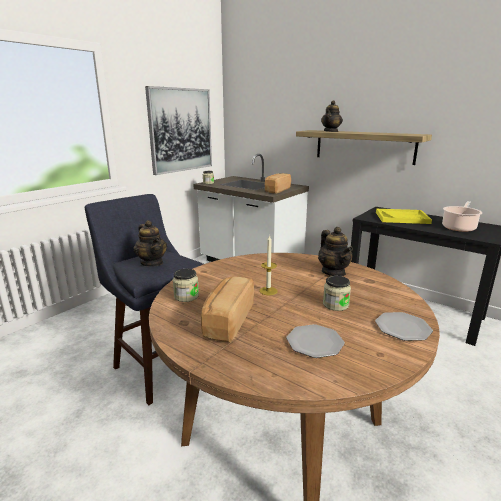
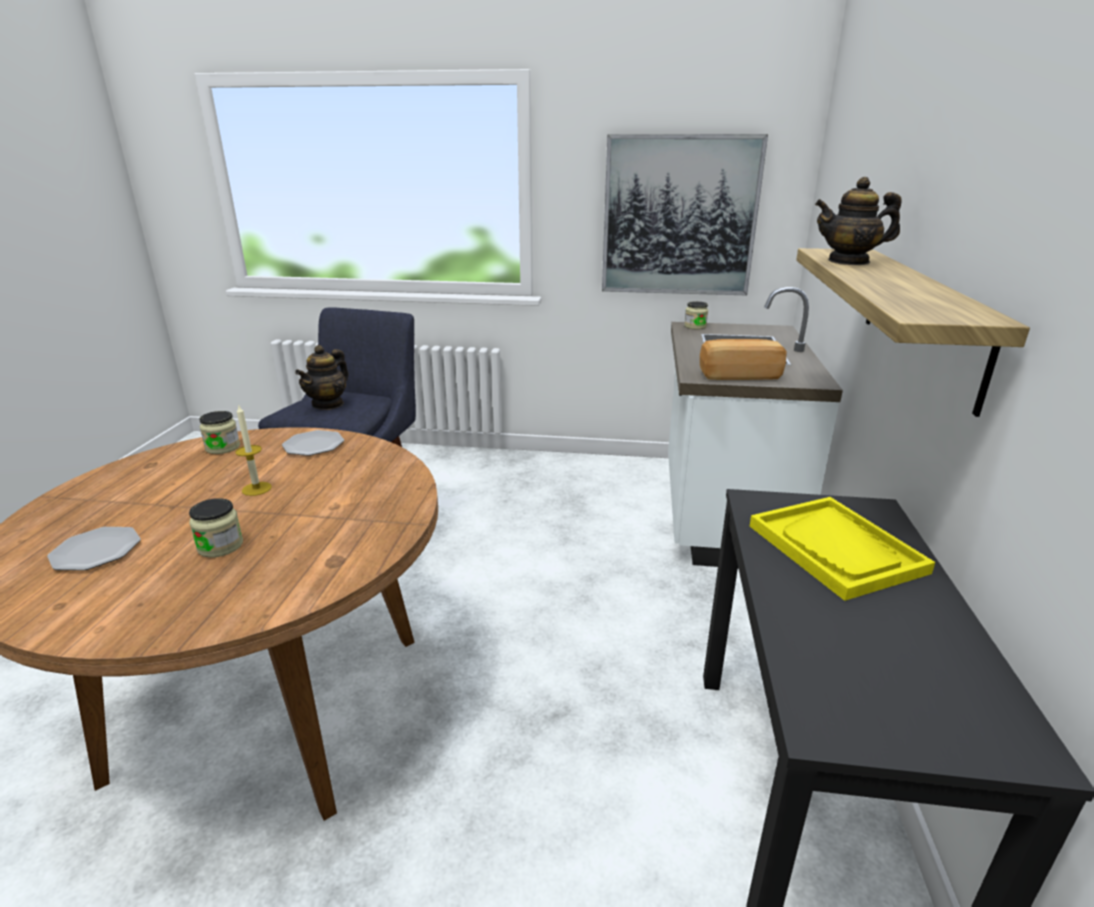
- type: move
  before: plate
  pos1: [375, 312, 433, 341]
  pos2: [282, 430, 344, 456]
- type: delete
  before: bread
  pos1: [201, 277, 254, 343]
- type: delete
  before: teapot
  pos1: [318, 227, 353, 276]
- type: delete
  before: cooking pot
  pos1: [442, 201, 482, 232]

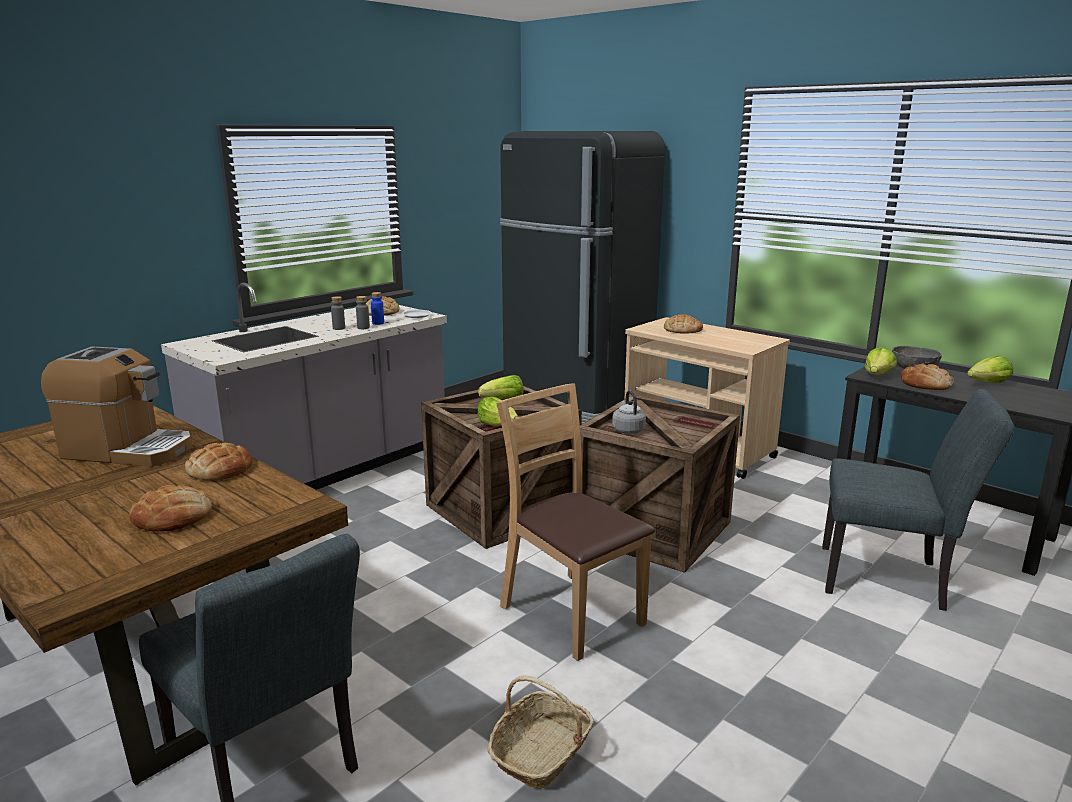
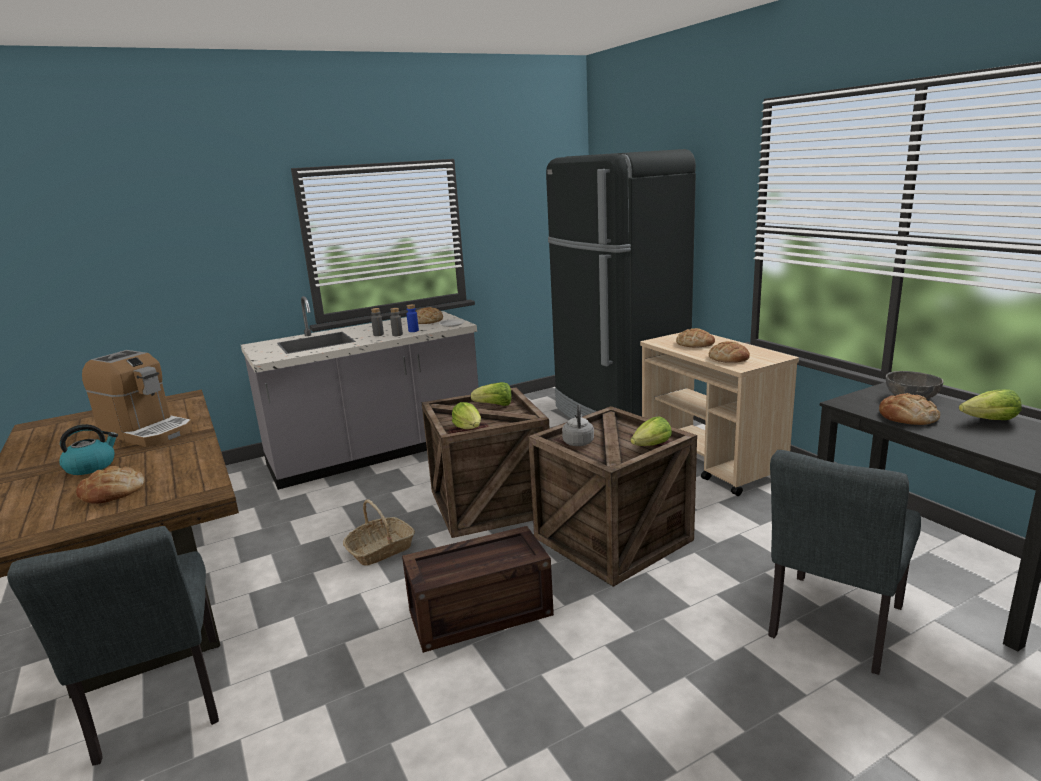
- type: insert
  after: kettle
  pos2: [59, 424, 118, 475]
- type: move
  before: basket
  pos1: [488, 676, 594, 789]
  pos2: [343, 499, 415, 566]
- type: replace
  before: brown chair
  after: crate
  pos1: [496, 383, 655, 661]
  pos2: [402, 526, 554, 653]
- type: move
  before: lettuce
  pos1: [865, 347, 897, 375]
  pos2: [630, 416, 672, 446]
- type: move
  before: bread
  pos1: [185, 443, 252, 480]
  pos2: [709, 341, 750, 363]
- type: rotate
  before: grey chair
  pos1: [822, 389, 1015, 611]
  pos2: [768, 450, 921, 675]
  turn: 90

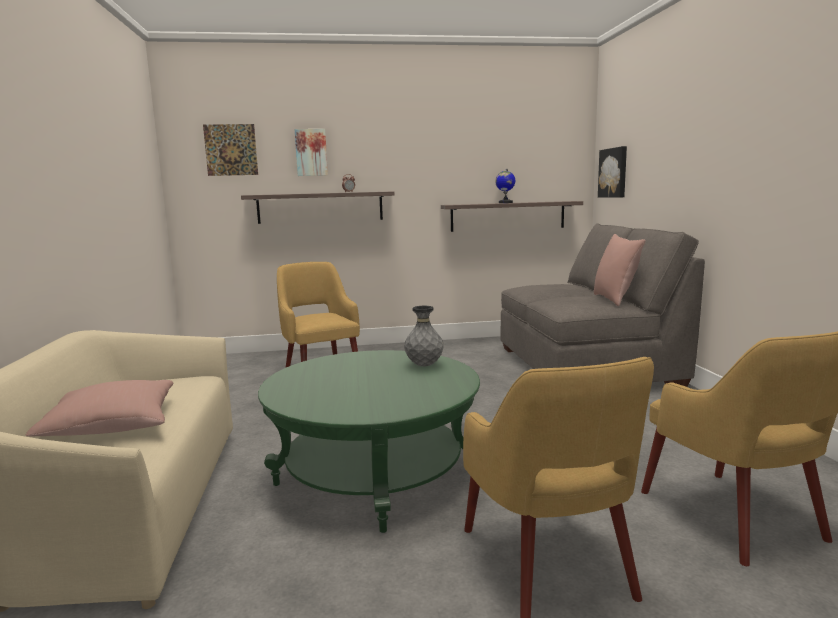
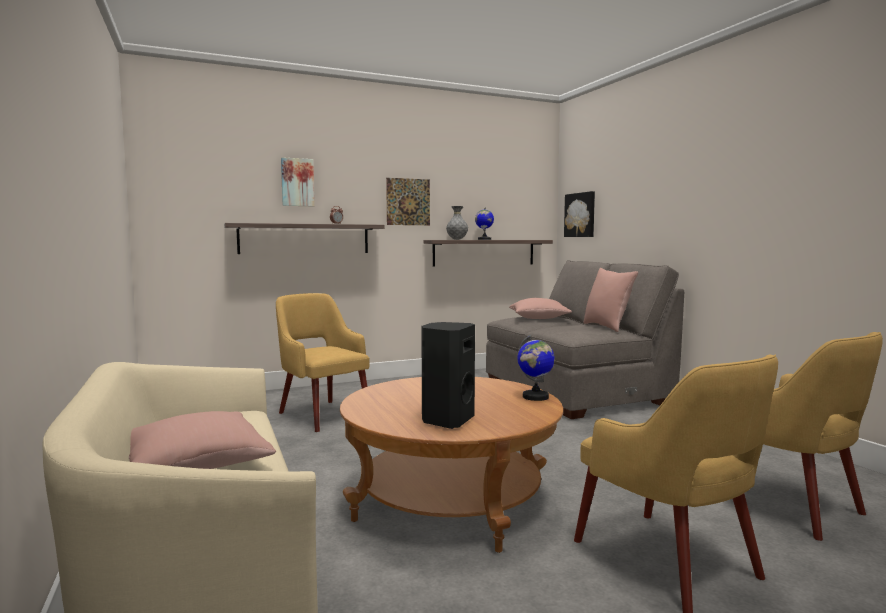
- type: recolor
  before: green coffee table
  after: brown coffee table
  pos1: [258, 350, 480, 533]
  pos2: [340, 377, 563, 553]
- type: move
  before: picture
  pos1: [203, 124, 258, 176]
  pos2: [386, 178, 430, 225]
- type: insert
  after: black speaker
  pos2: [421, 322, 475, 429]
- type: move
  before: grey vase
  pos1: [404, 306, 444, 366]
  pos2: [446, 206, 468, 240]
- type: insert
  after: pink pillow
  pos2: [509, 298, 572, 319]
- type: insert
  after: globe
  pos2: [517, 334, 555, 401]

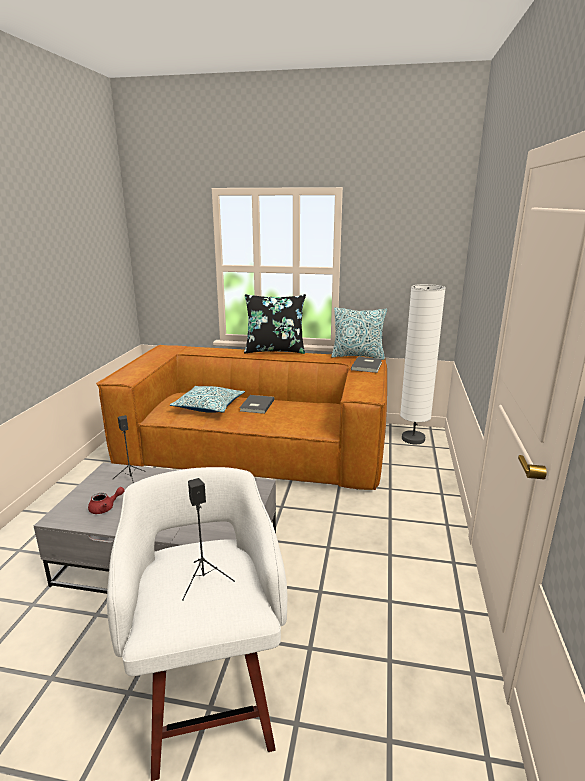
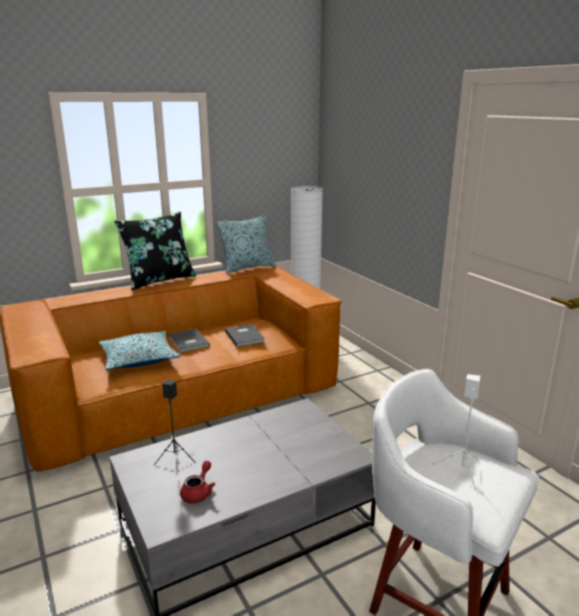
- type: move
  before: grey book
  pos1: [351, 357, 382, 373]
  pos2: [225, 324, 265, 347]
- type: recolor
  before: black speaker
  after: white speaker
  pos1: [182, 478, 235, 601]
  pos2: [432, 374, 480, 490]

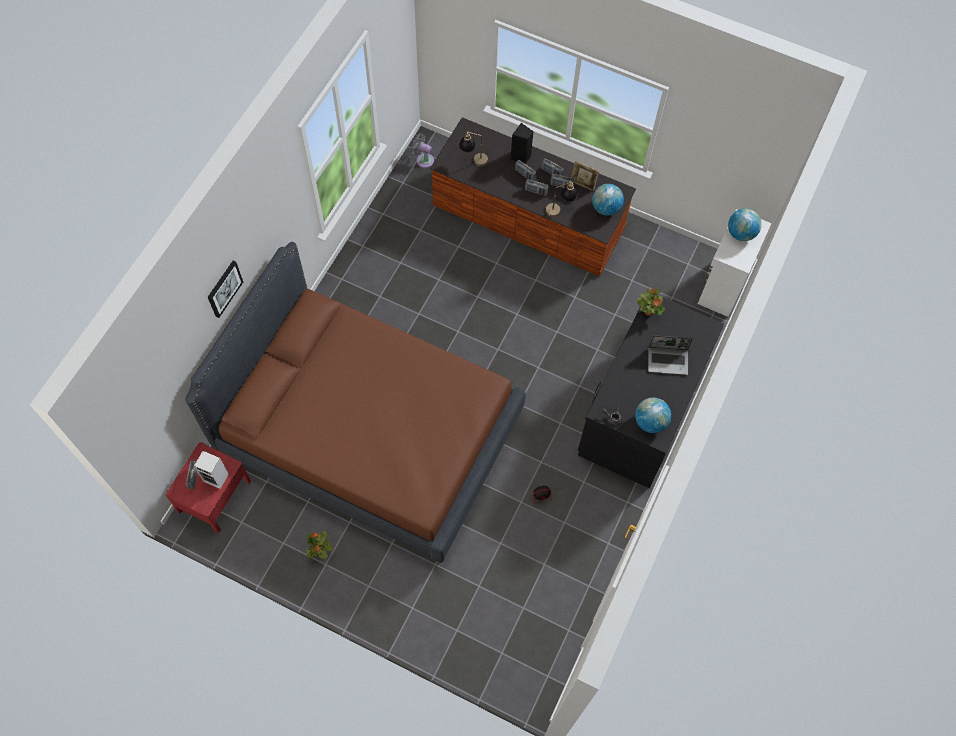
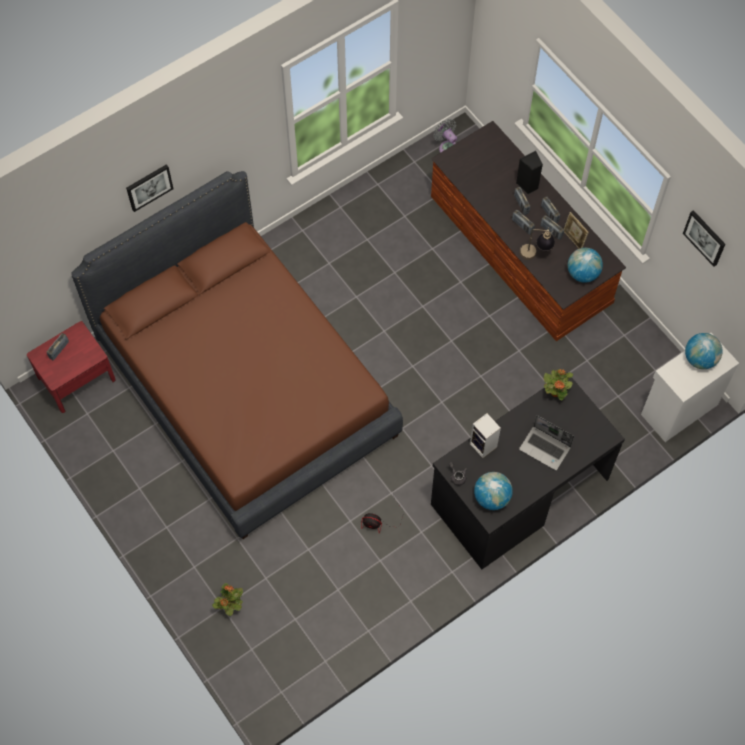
- type: move
  before: potted plant
  pos1: [305, 531, 333, 559]
  pos2: [212, 583, 243, 616]
- type: move
  before: speaker
  pos1: [194, 451, 229, 489]
  pos2: [470, 413, 501, 458]
- type: insert
  after: picture
  pos2: [683, 210, 725, 267]
- type: delete
  before: table lamp
  pos1: [459, 131, 489, 167]

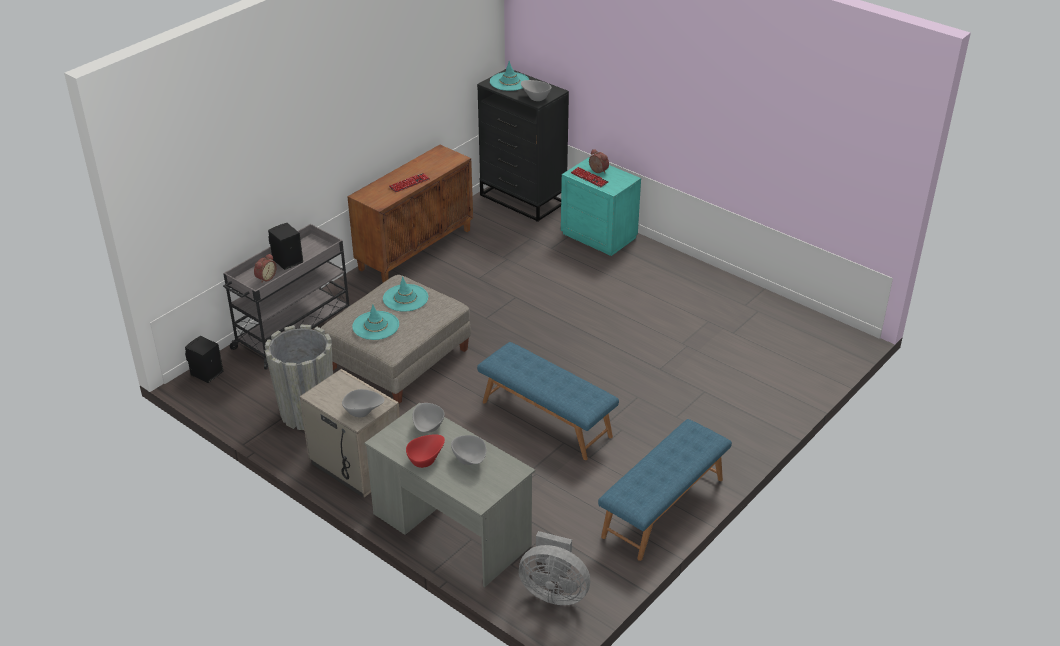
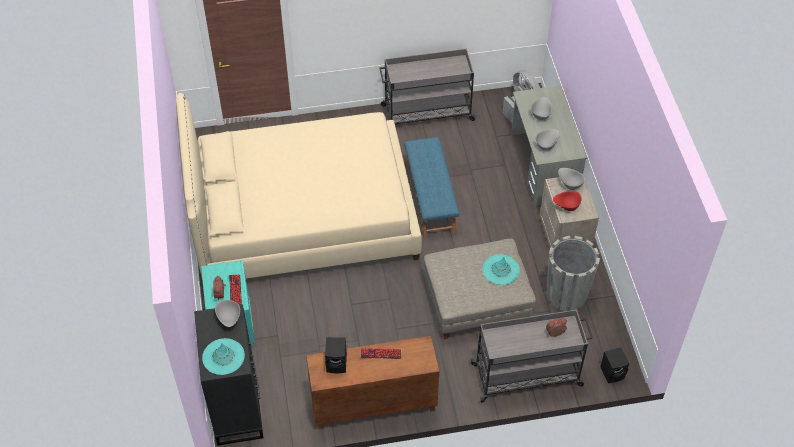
- type: insert
  after: beige bed
  pos2: [176, 93, 422, 279]
- type: move
  before: black speaker
  pos1: [268, 223, 303, 270]
  pos2: [325, 337, 347, 373]
- type: replace
  before: blue bench
  after: grey cart
  pos1: [598, 419, 732, 561]
  pos2: [379, 49, 477, 124]
- type: move
  before: red bowl
  pos1: [406, 435, 445, 468]
  pos2: [553, 191, 582, 211]
- type: delete
  before: turquoise hat
  pos1: [383, 276, 428, 312]

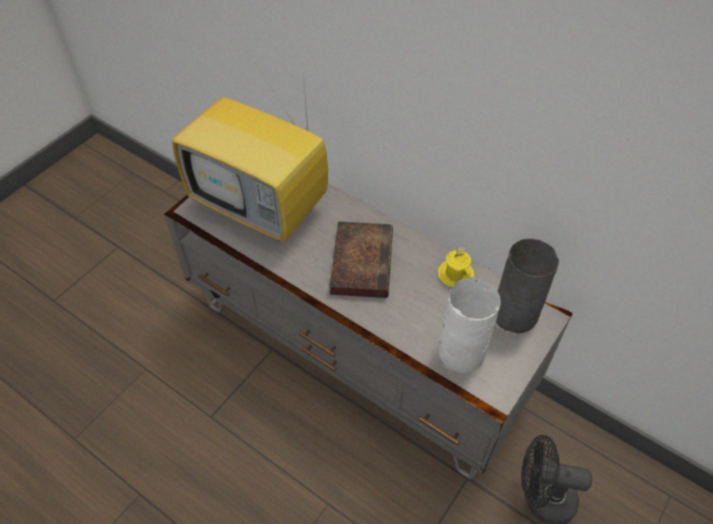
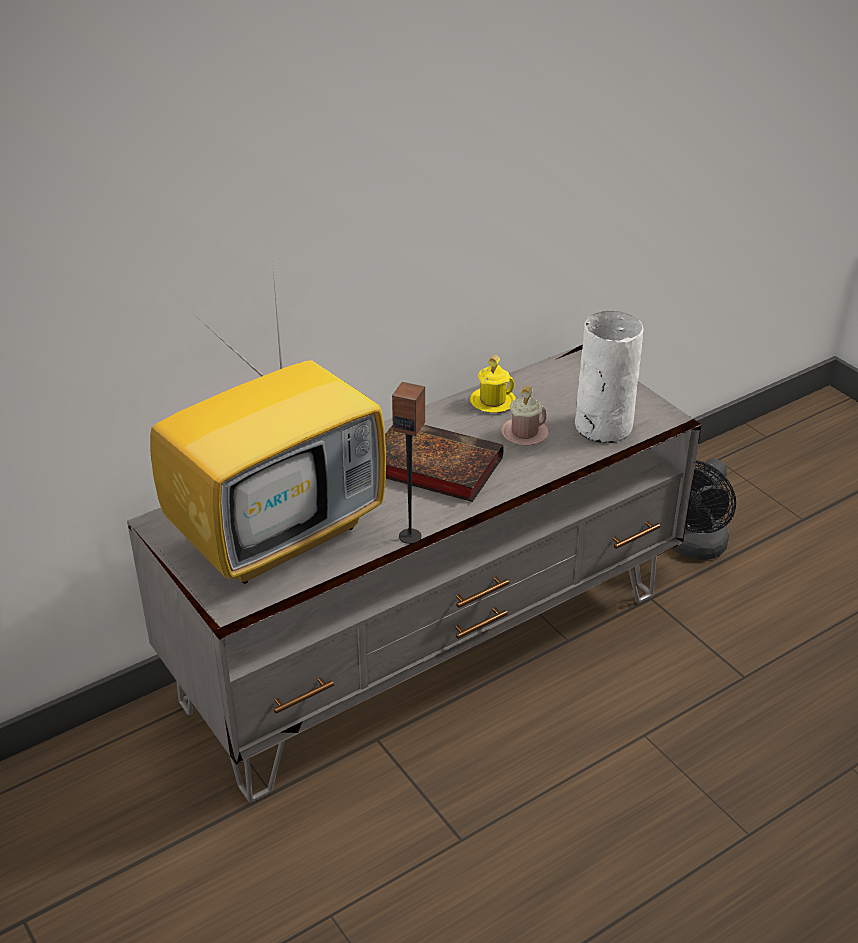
- type: insert
  after: speaker
  pos2: [392, 382, 425, 544]
- type: insert
  after: pink mug
  pos2: [501, 385, 549, 445]
- type: delete
  before: grey vase
  pos1: [496, 239, 559, 334]

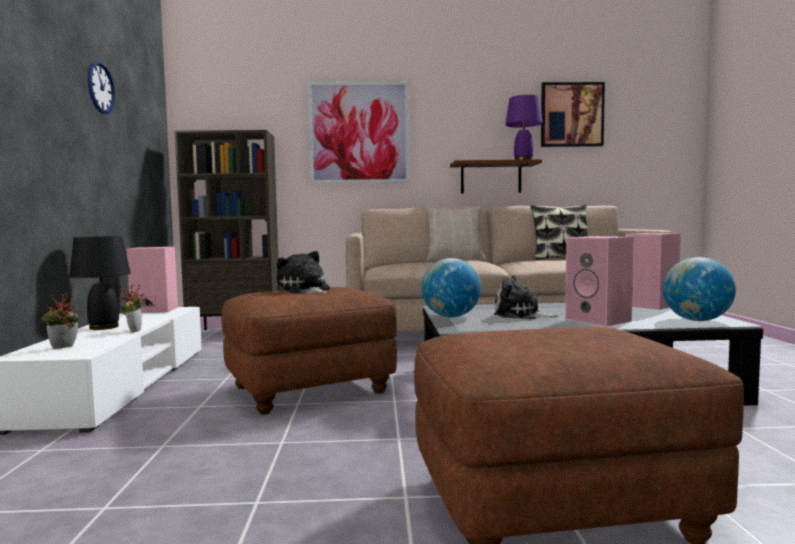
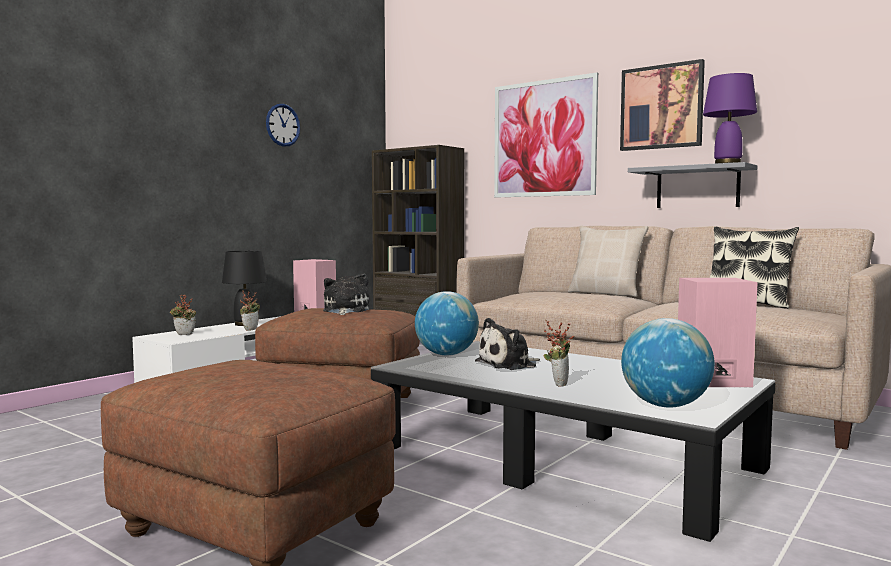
- type: rotate
  before: plush toy
  pos1: [494, 275, 558, 319]
  pos2: [475, 318, 540, 370]
  turn: -90
- type: replace
  before: pink speaker
  after: potted plant
  pos1: [565, 236, 634, 327]
  pos2: [544, 320, 574, 387]
- type: move
  before: picture
  pos1: [541, 82, 605, 147]
  pos2: [620, 59, 705, 151]
- type: recolor
  before: brown shelf
  after: grey shelf
  pos1: [450, 159, 542, 194]
  pos2: [628, 162, 757, 208]

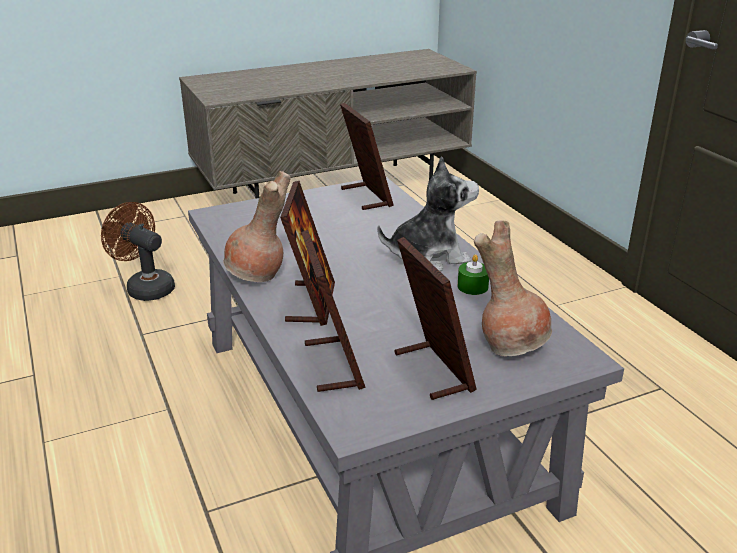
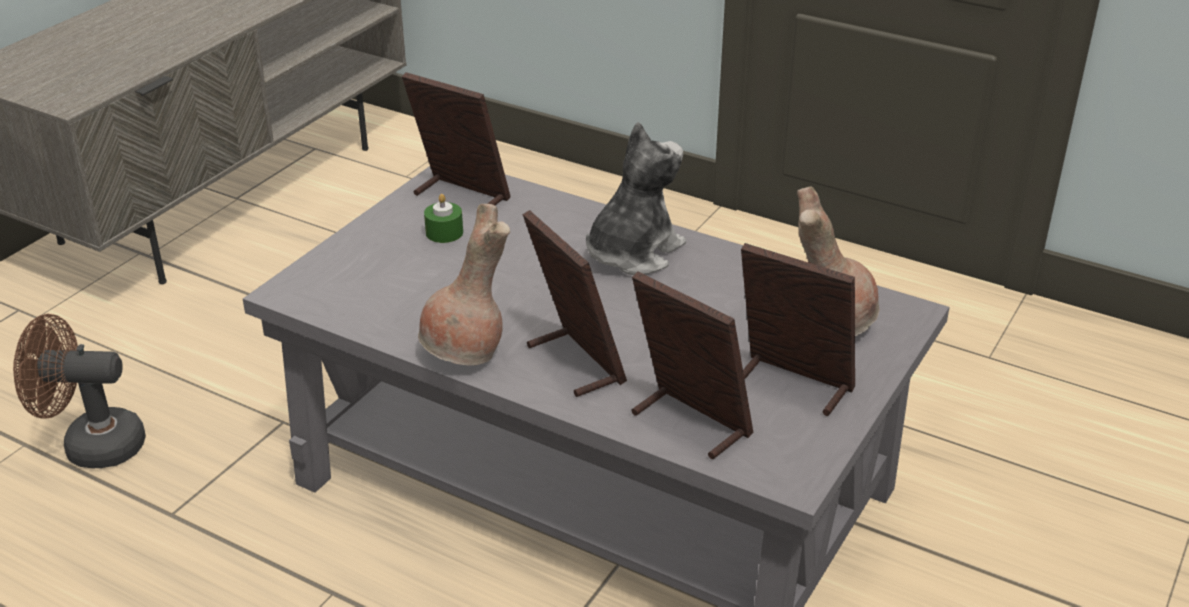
- type: move
  before: green candle
  pos1: [458, 254, 489, 295]
  pos2: [424, 194, 463, 243]

